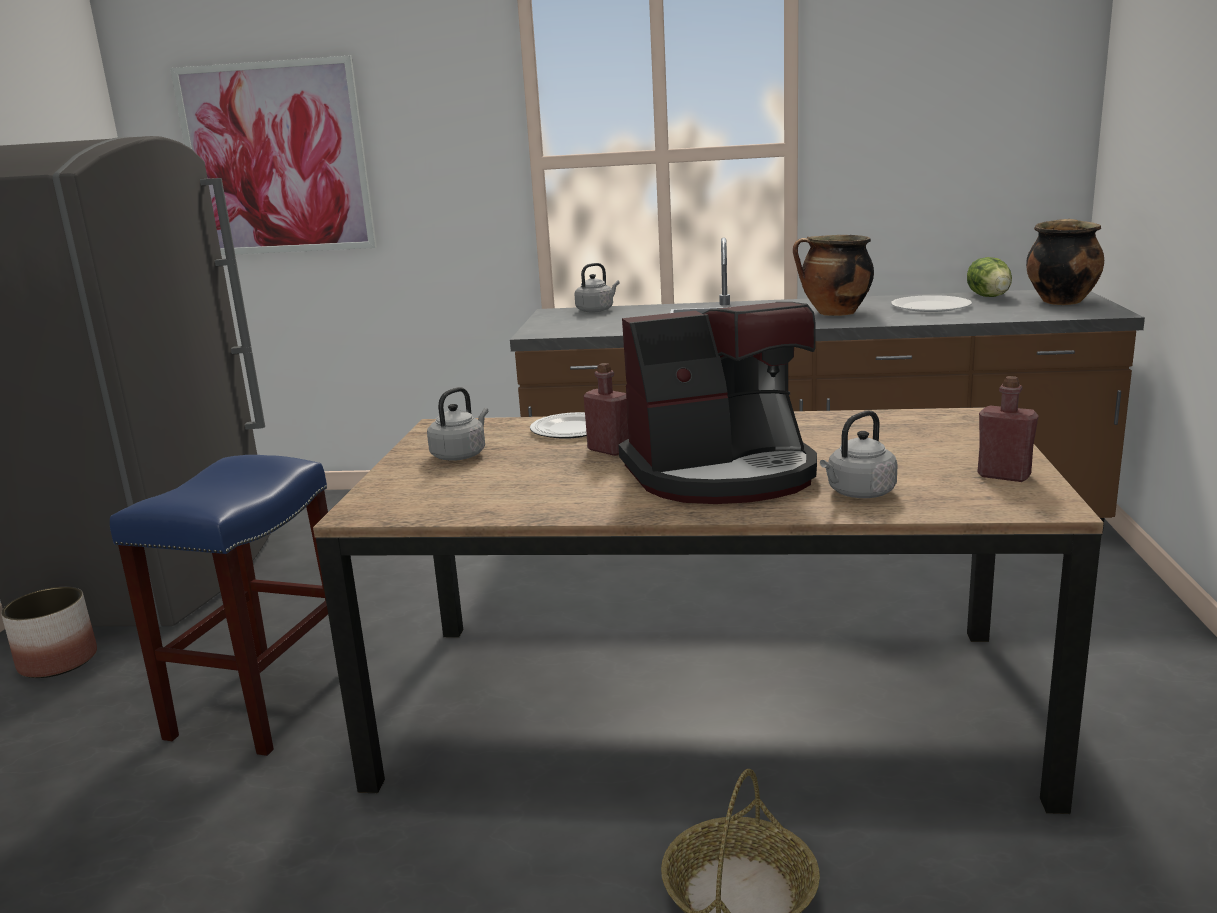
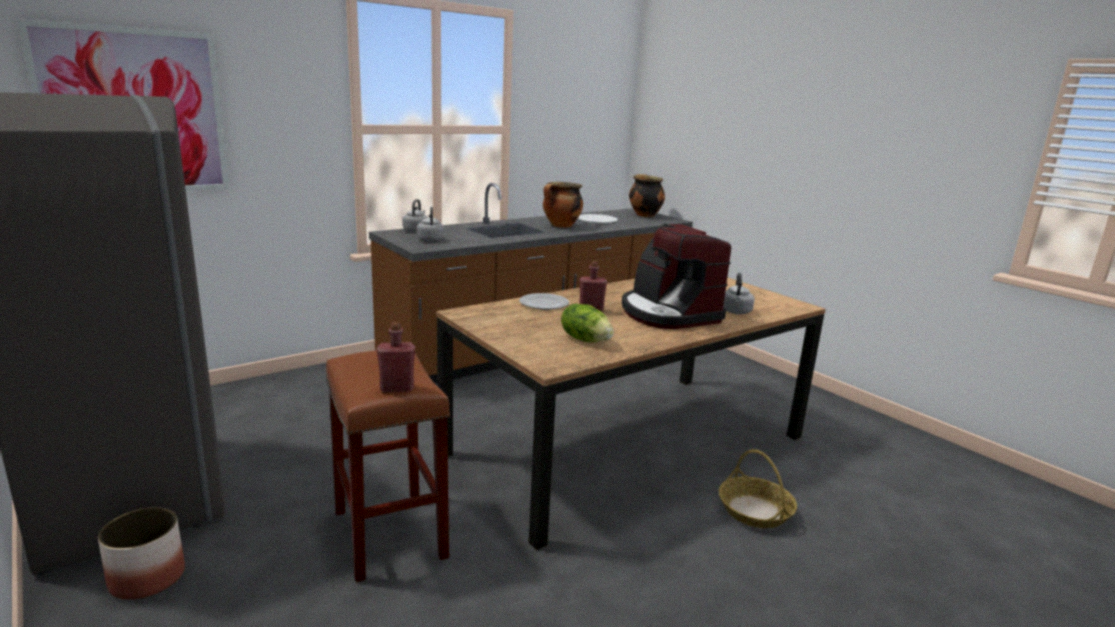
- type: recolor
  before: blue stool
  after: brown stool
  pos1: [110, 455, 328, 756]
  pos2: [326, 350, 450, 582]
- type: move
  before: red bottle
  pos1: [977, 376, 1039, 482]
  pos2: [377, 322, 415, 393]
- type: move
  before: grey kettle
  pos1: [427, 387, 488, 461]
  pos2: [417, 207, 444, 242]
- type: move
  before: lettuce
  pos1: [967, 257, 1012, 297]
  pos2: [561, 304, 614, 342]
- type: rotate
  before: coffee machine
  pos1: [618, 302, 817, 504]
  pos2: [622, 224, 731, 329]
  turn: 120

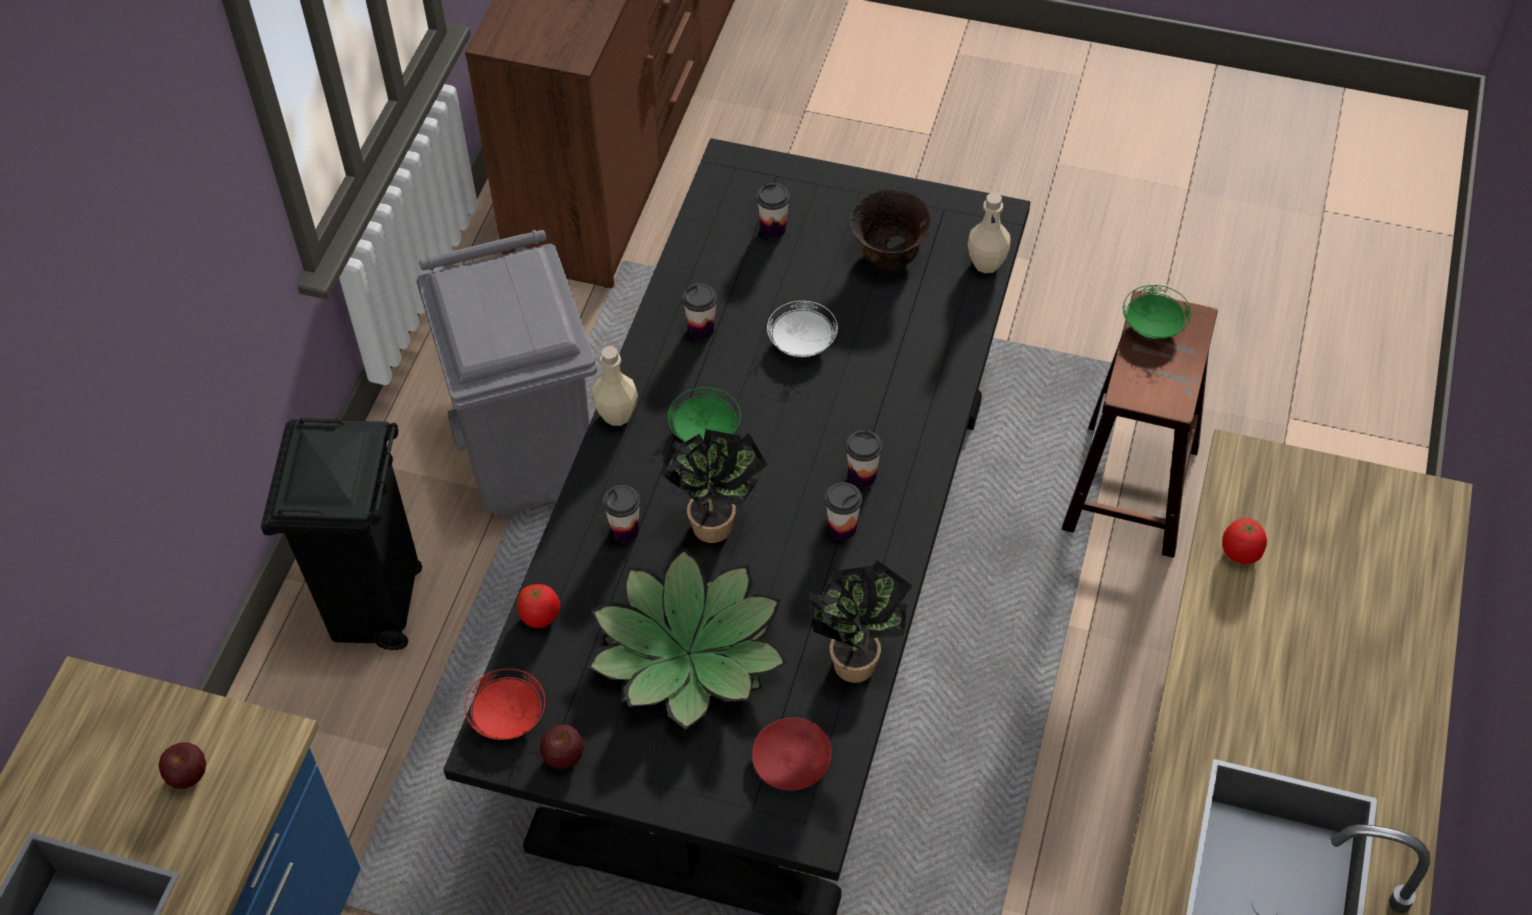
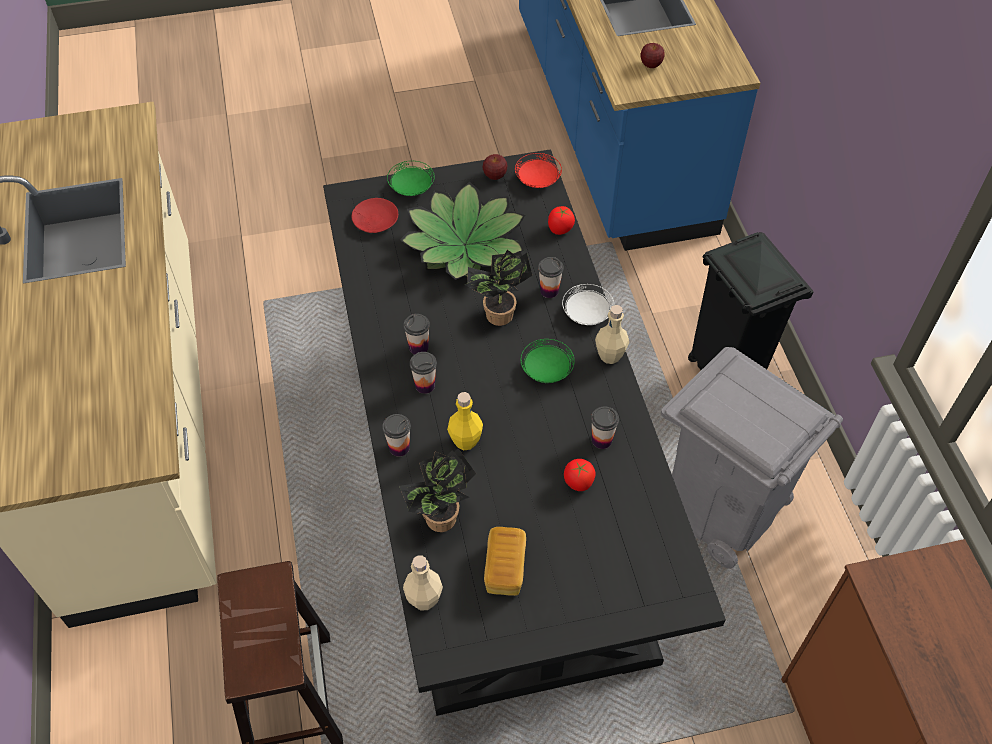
- type: move
  before: cup
  pos1: [756, 183, 790, 238]
  pos2: [382, 414, 411, 456]
- type: move
  before: green plate
  pos1: [1123, 285, 1192, 339]
  pos2: [387, 161, 435, 196]
- type: move
  before: potted plant
  pos1: [809, 560, 912, 683]
  pos2: [399, 449, 476, 532]
- type: insert
  after: yellow bottle
  pos2: [447, 392, 483, 450]
- type: replace
  before: brown bowl
  after: bread
  pos1: [849, 189, 931, 268]
  pos2: [484, 527, 526, 596]
- type: move
  before: white plate
  pos1: [767, 301, 838, 357]
  pos2: [562, 284, 614, 325]
- type: move
  before: tomato
  pos1: [1222, 518, 1267, 564]
  pos2: [564, 459, 596, 491]

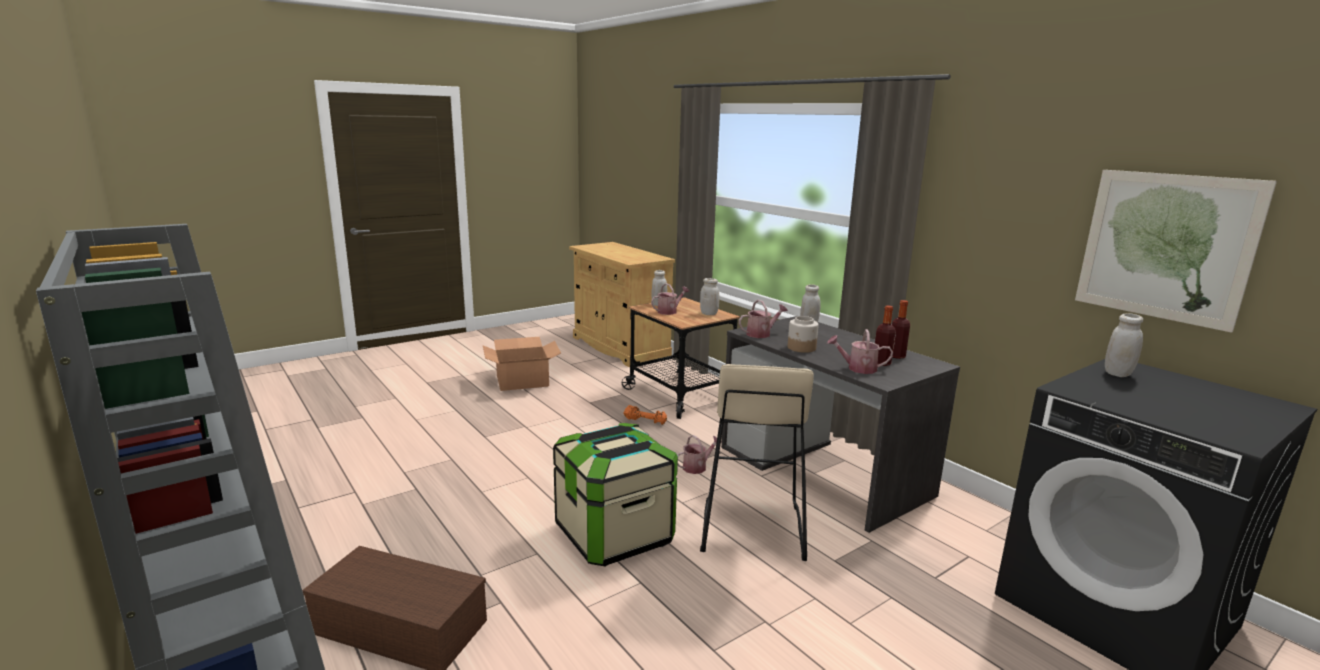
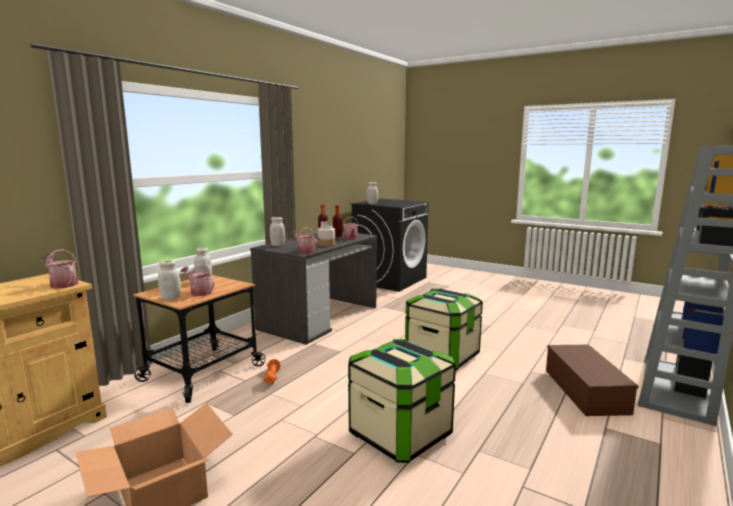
- type: move
  before: watering can
  pos1: [677, 435, 722, 474]
  pos2: [43, 249, 78, 289]
- type: insert
  after: storage box
  pos2: [348, 339, 456, 463]
- type: delete
  before: beige stool
  pos1: [700, 364, 814, 561]
- type: delete
  before: picture
  pos1: [1075, 170, 1277, 333]

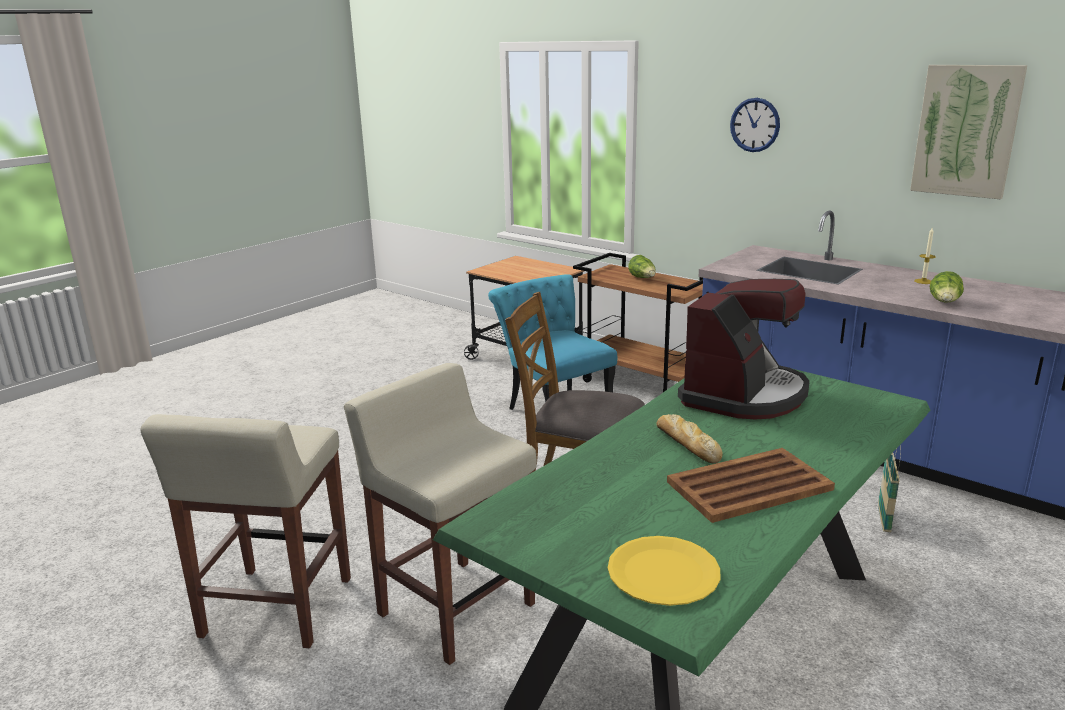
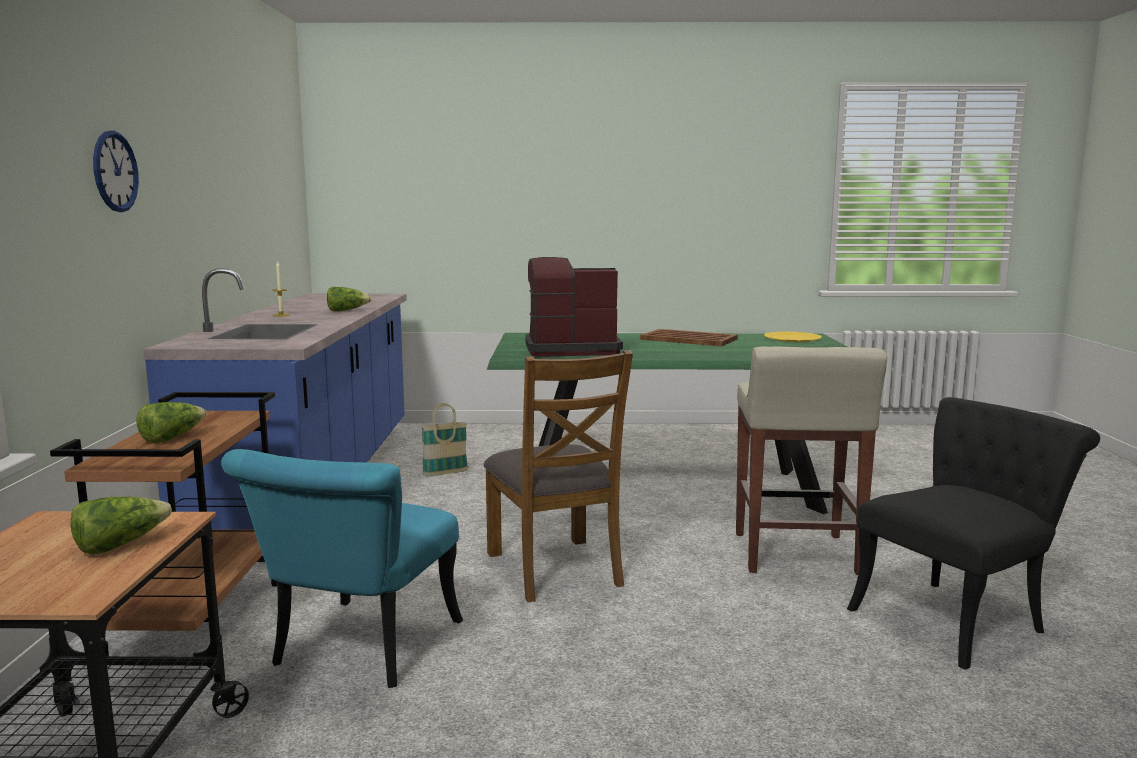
- type: insert
  after: lettuce
  pos2: [71, 497, 172, 555]
- type: replace
  before: beige stool
  after: black chair
  pos1: [140, 414, 351, 648]
  pos2: [847, 397, 1100, 670]
- type: delete
  before: bread
  pos1: [656, 414, 723, 463]
- type: delete
  before: picture
  pos1: [910, 65, 1027, 199]

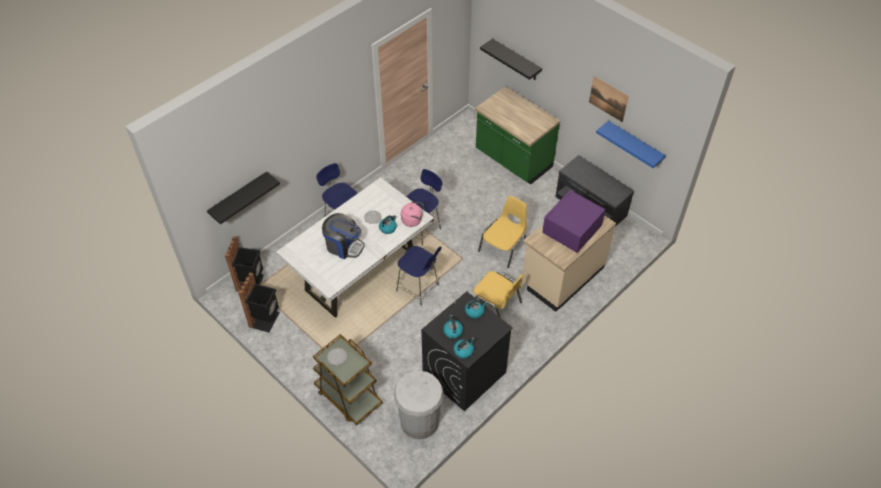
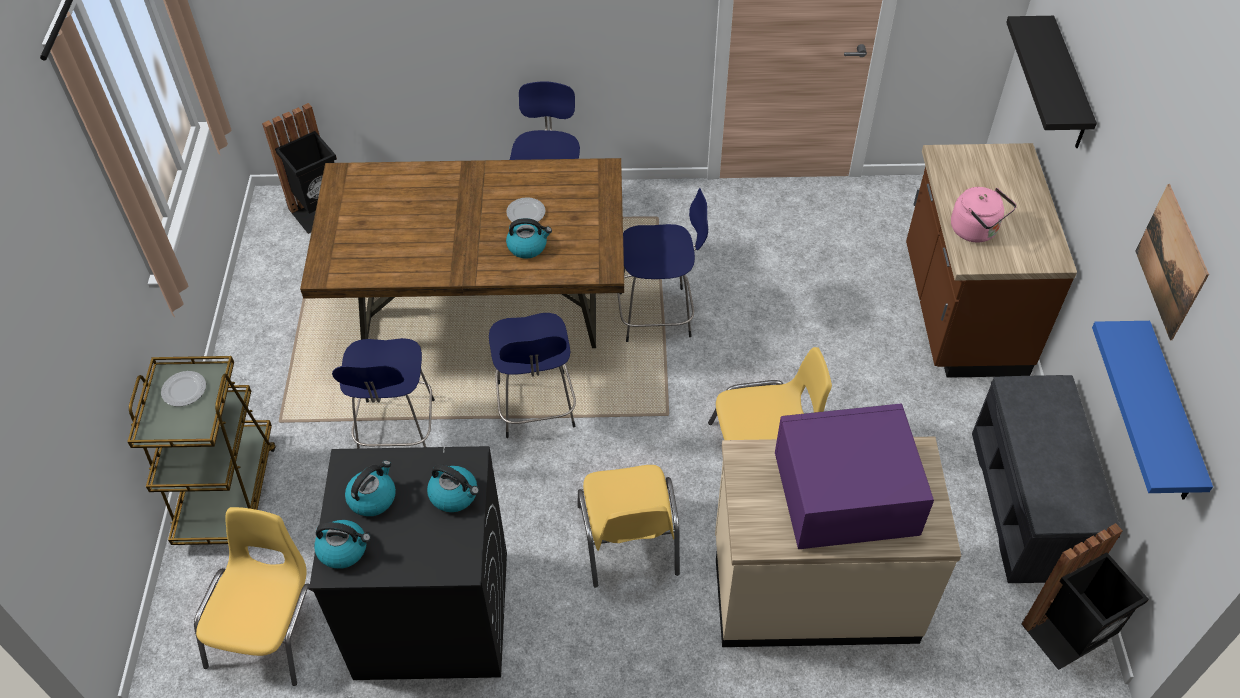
- type: replace
  before: white trash can
  after: yellow chair
  pos1: [394, 371, 444, 439]
  pos2: [194, 507, 314, 686]
- type: recolor
  before: white dining table
  after: brown dining table
  pos1: [276, 177, 434, 318]
  pos2: [300, 158, 624, 348]
- type: insert
  after: blue stool
  pos2: [332, 338, 435, 449]
- type: recolor
  before: green counter
  after: brown counter
  pos1: [475, 86, 560, 185]
  pos2: [906, 143, 1077, 378]
- type: move
  before: pink kettle
  pos1: [401, 201, 424, 227]
  pos2: [951, 187, 1017, 242]
- type: move
  before: black trash can
  pos1: [238, 272, 280, 333]
  pos2: [1021, 523, 1149, 670]
- type: delete
  before: black shelf
  pos1: [207, 171, 280, 224]
- type: delete
  before: coffee machine
  pos1: [322, 213, 365, 259]

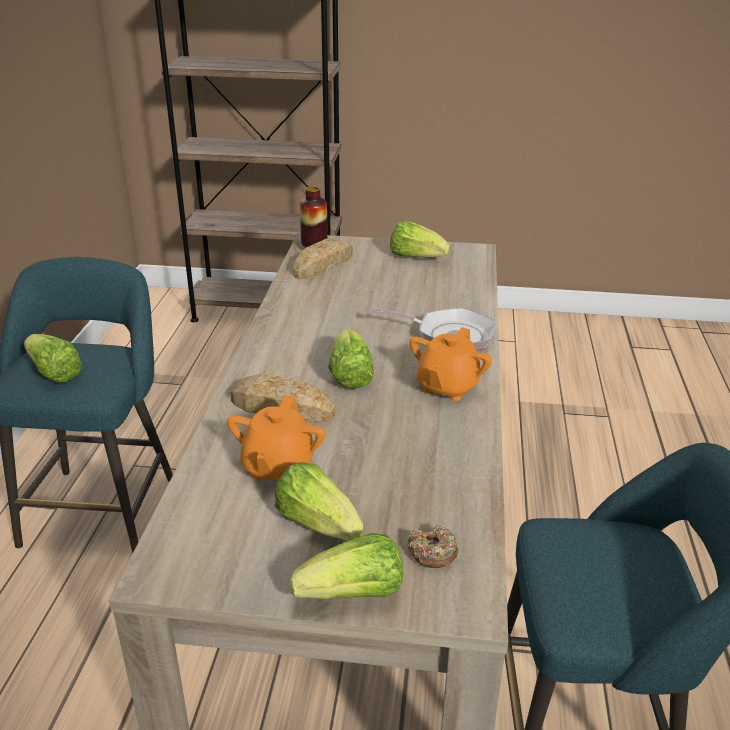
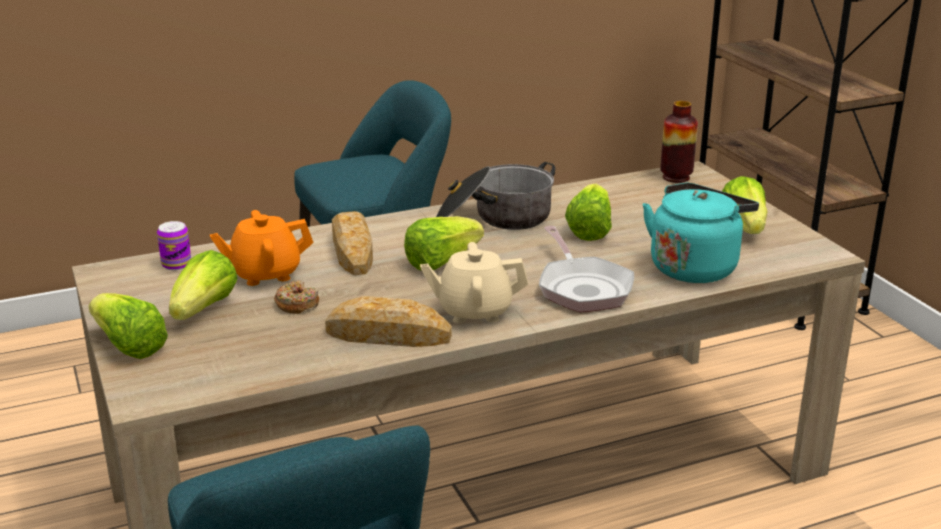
- type: insert
  after: can
  pos2: [157, 221, 191, 270]
- type: move
  before: donut
  pos1: [408, 525, 459, 568]
  pos2: [274, 281, 319, 314]
- type: move
  before: bread
  pos1: [293, 238, 353, 279]
  pos2: [325, 296, 452, 347]
- type: recolor
  before: orange teapot
  after: beige teapot
  pos1: [410, 327, 492, 401]
  pos2: [420, 242, 528, 323]
- type: insert
  after: cooking pot
  pos2: [436, 162, 555, 230]
- type: move
  before: lettuce
  pos1: [24, 334, 82, 383]
  pos2: [565, 184, 612, 241]
- type: insert
  after: turquoise kettle
  pos2: [642, 182, 759, 283]

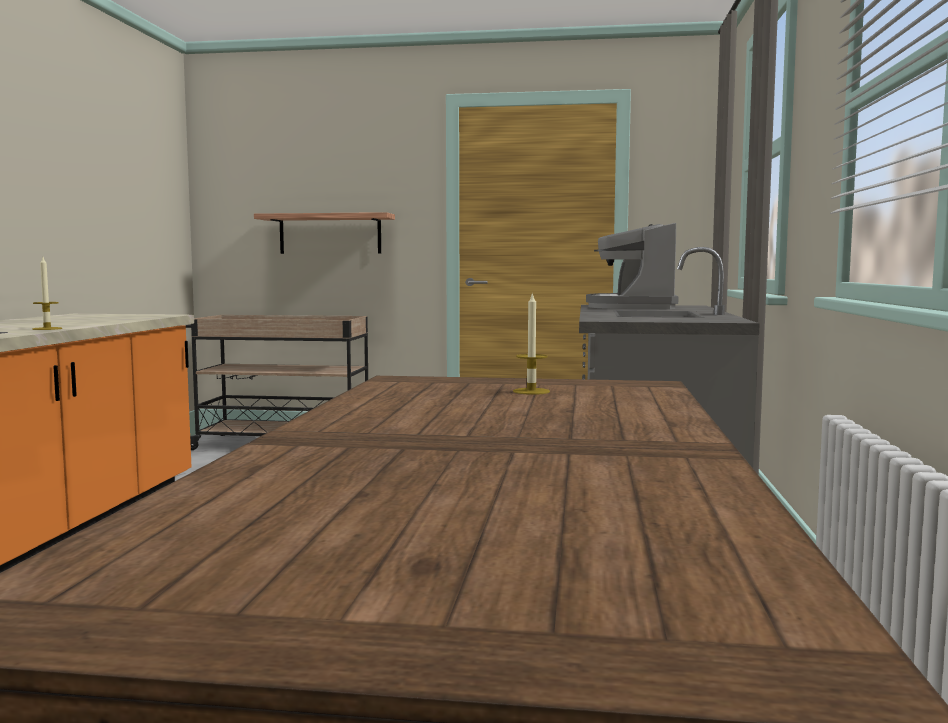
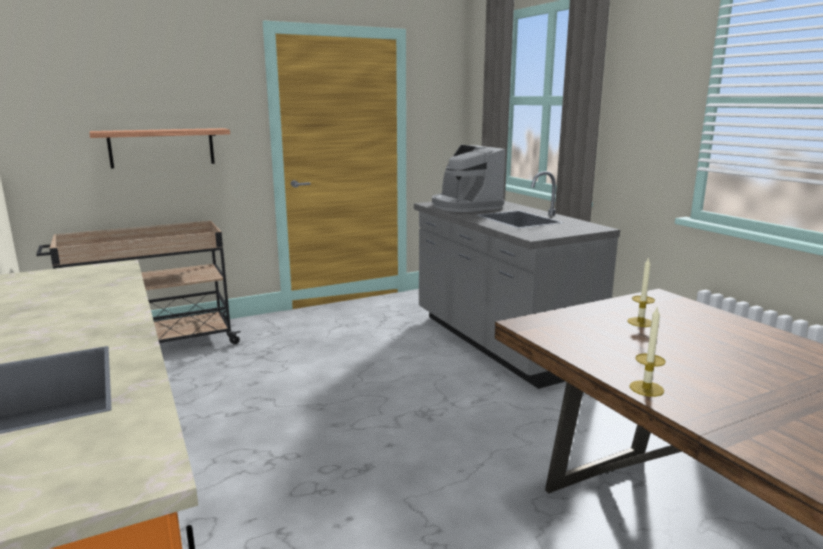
- type: move
  before: candle
  pos1: [32, 257, 62, 330]
  pos2: [629, 308, 666, 397]

